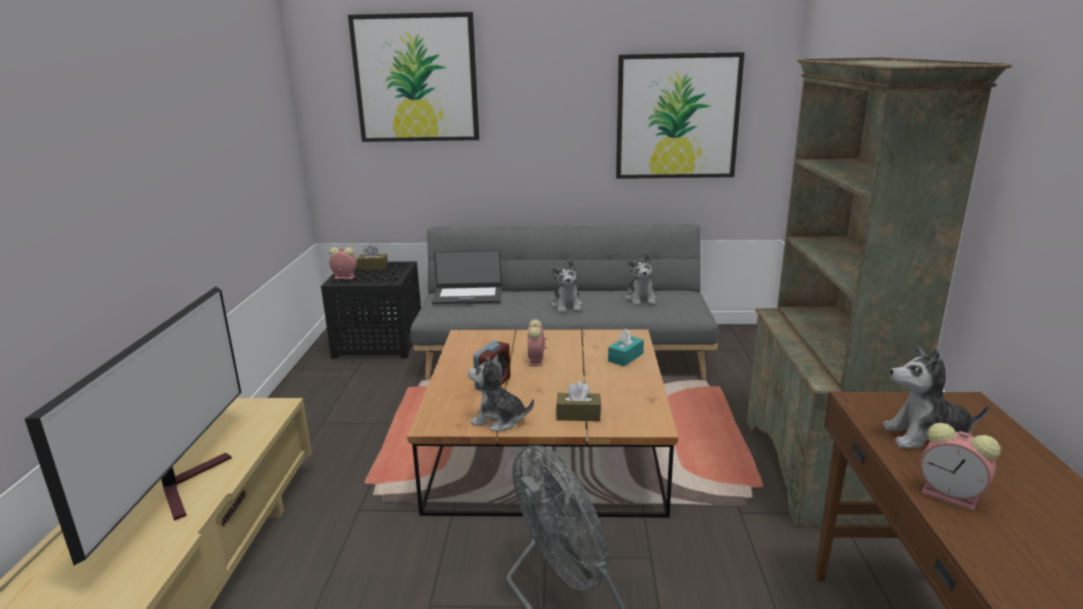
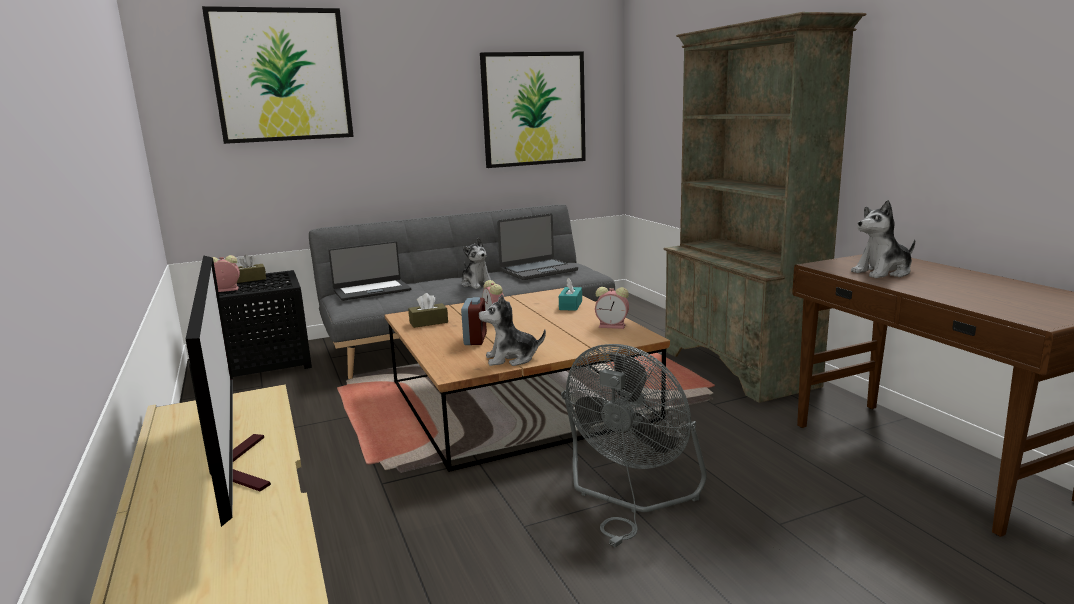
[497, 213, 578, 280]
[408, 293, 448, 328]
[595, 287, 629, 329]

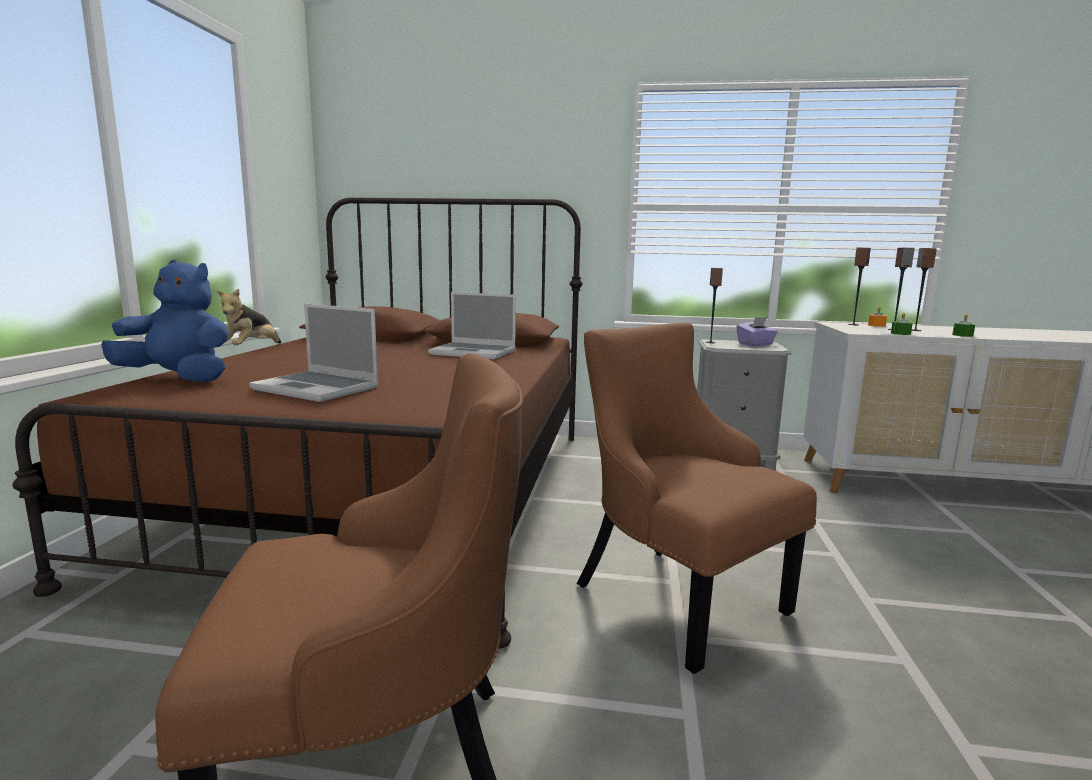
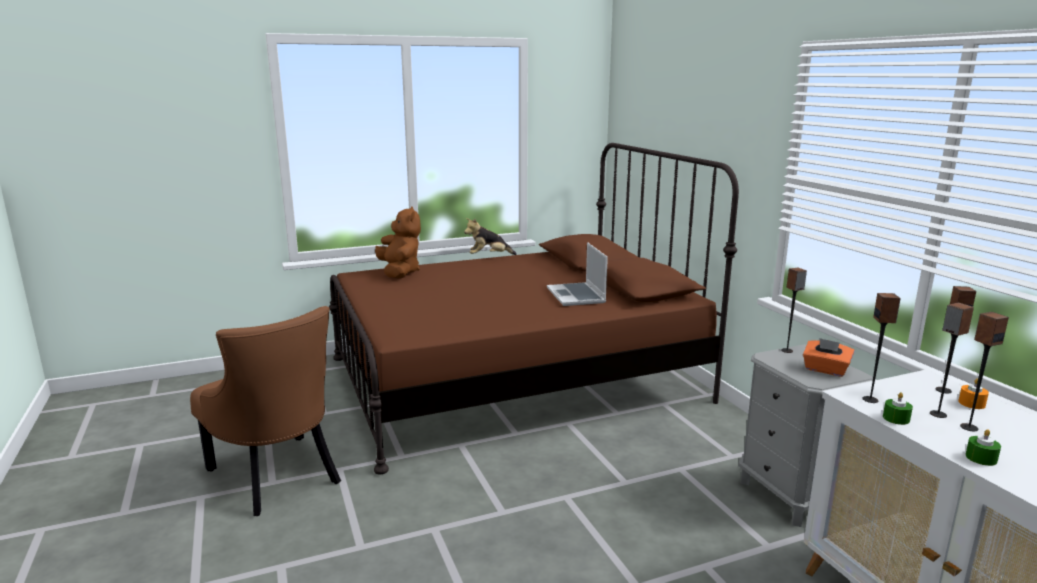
[375, 206, 421, 279]
[249, 303, 379, 402] (first image)
[803, 338, 855, 377]
[577, 323, 817, 674] (first image)
[863, 293, 901, 403]

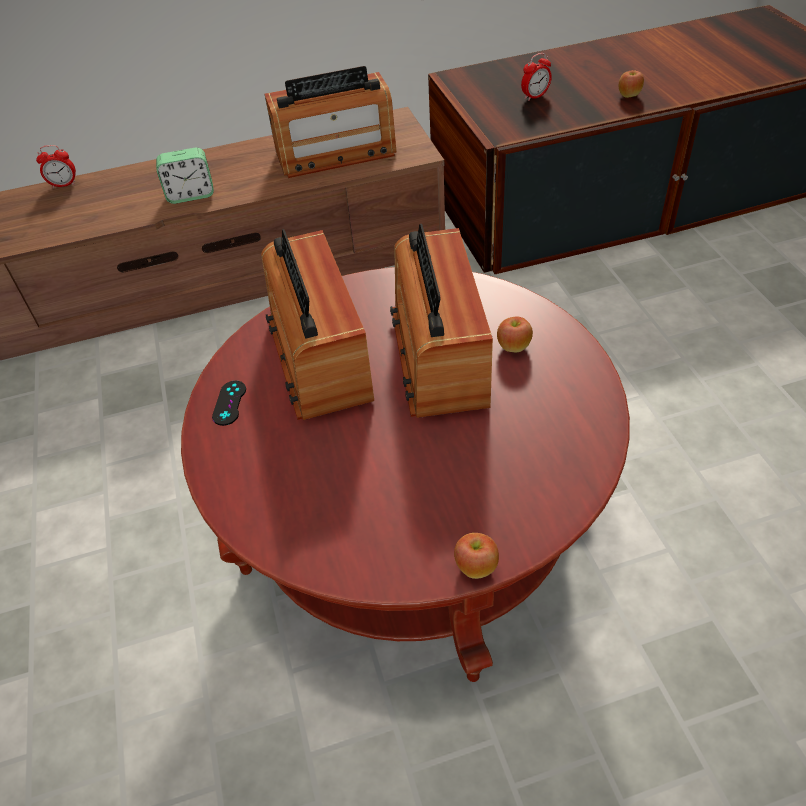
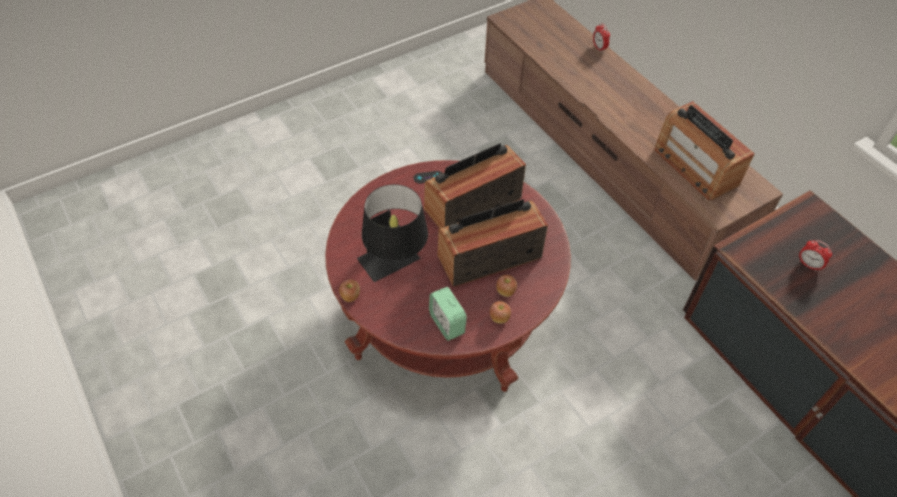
[490, 301, 511, 323]
[429, 287, 467, 341]
[357, 184, 428, 282]

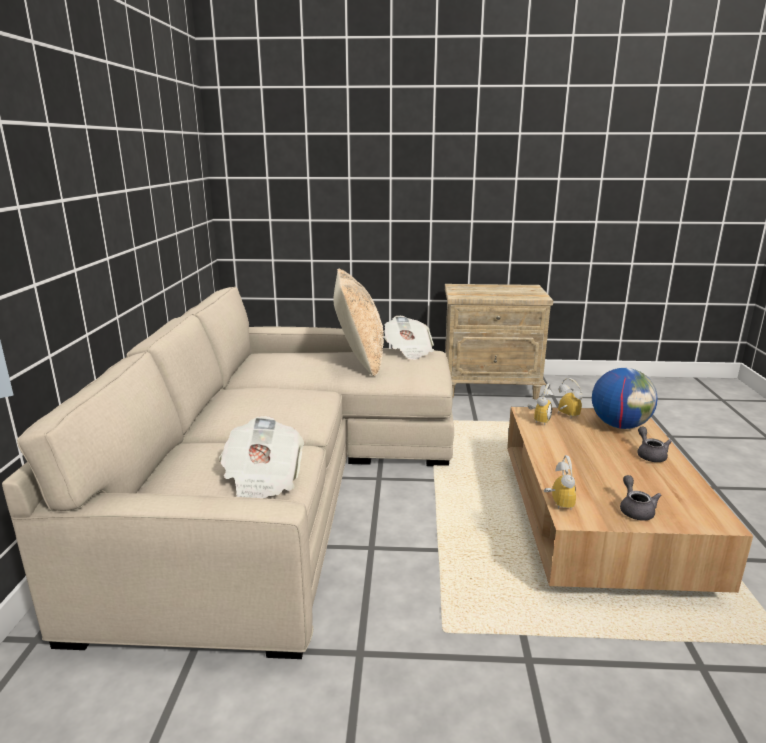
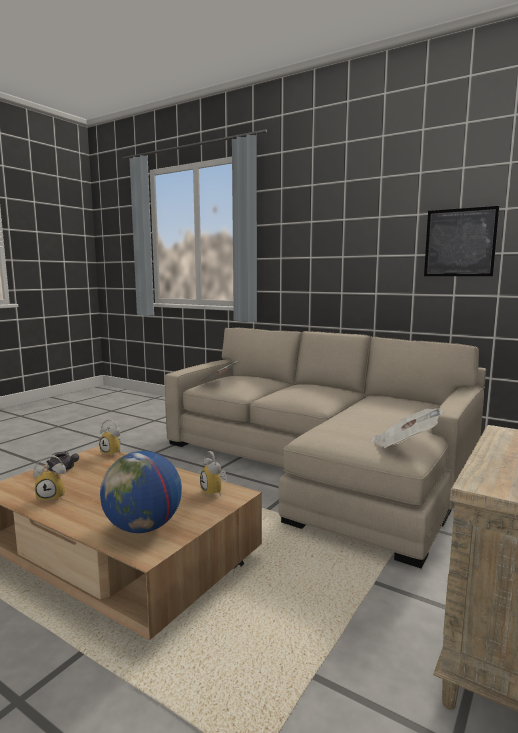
[333, 269, 384, 377] (first image)
[33, 455, 66, 502]
[637, 427, 672, 462] (first image)
[424, 206, 499, 276]

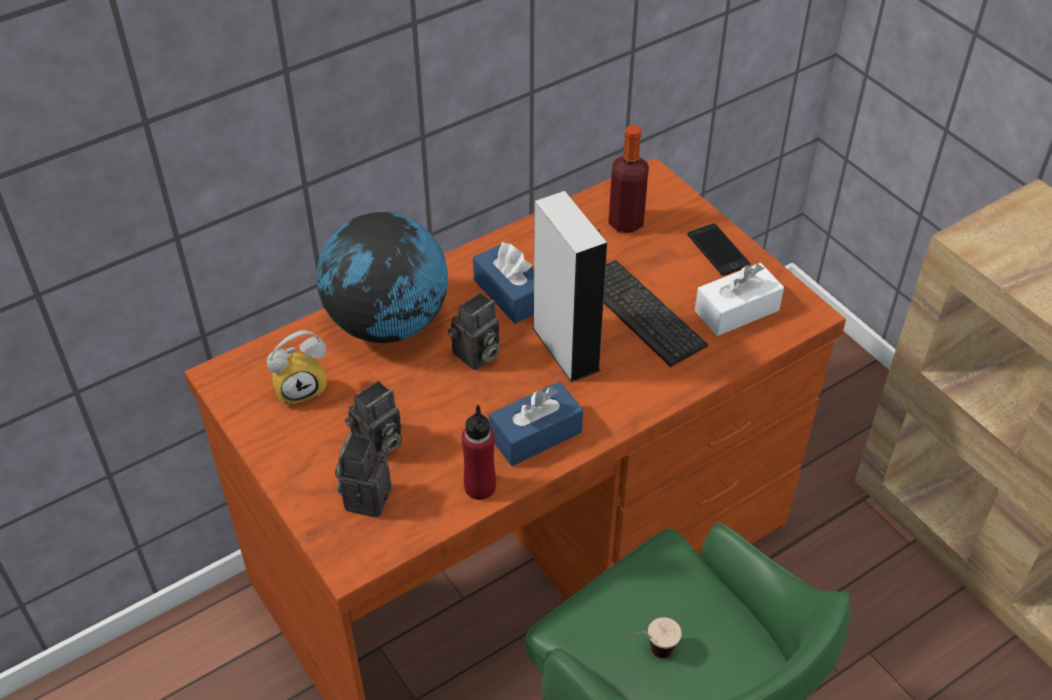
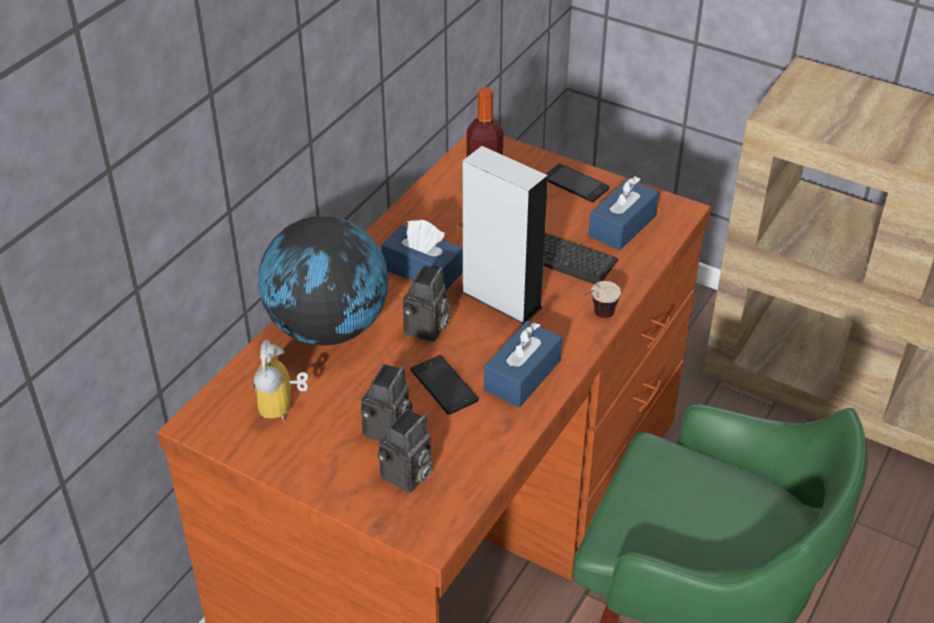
[589, 176, 659, 250]
[254, 340, 308, 422]
[462, 405, 496, 500] (first image)
[377, 409, 433, 493]
[583, 281, 621, 318]
[411, 355, 479, 415]

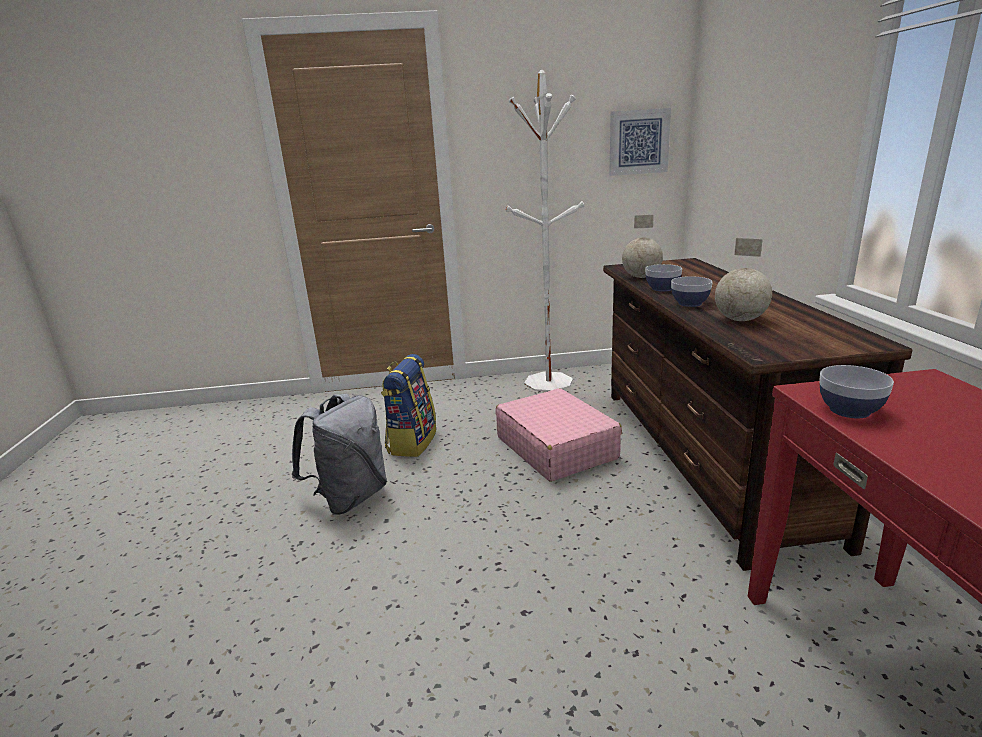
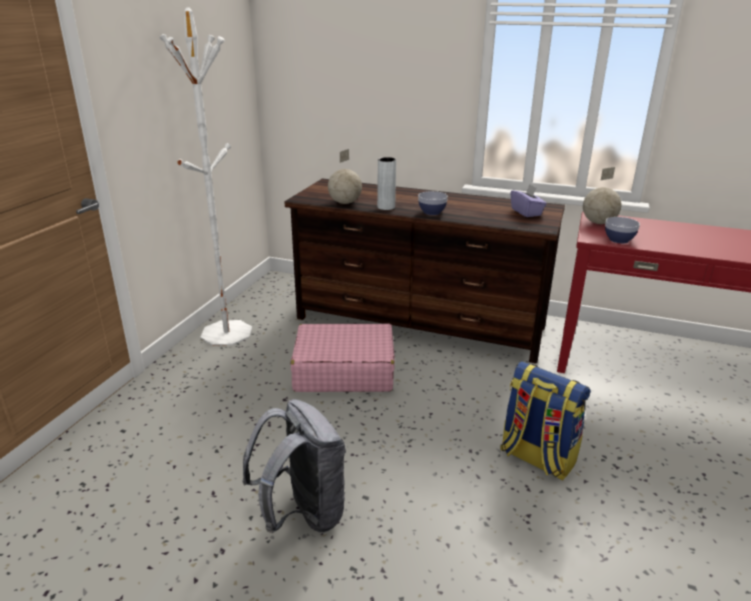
[609, 108, 671, 176] (first image)
[583, 167, 622, 224]
[377, 157, 396, 210]
[500, 361, 591, 481]
[510, 185, 547, 217]

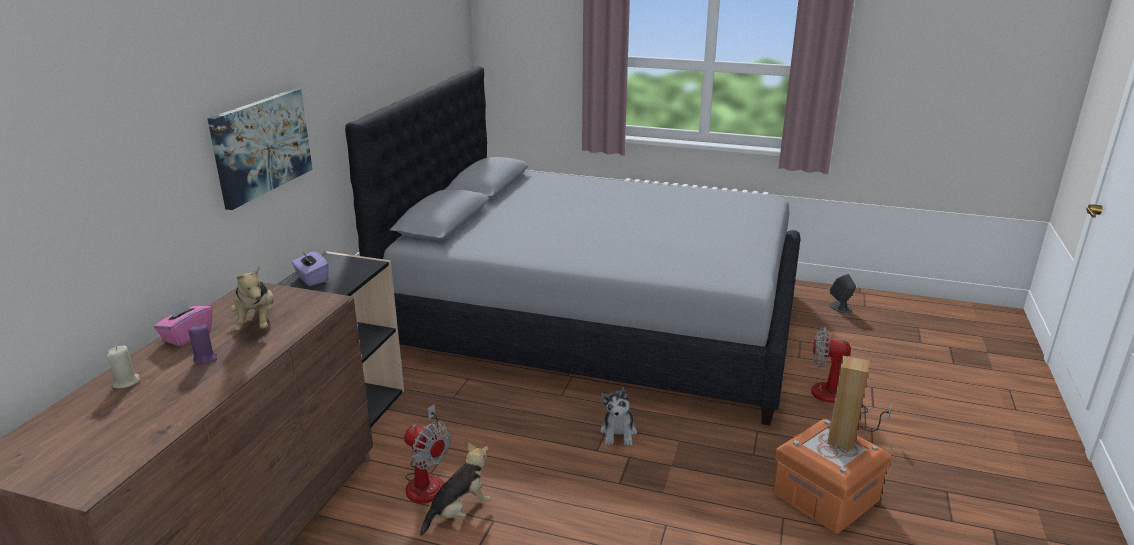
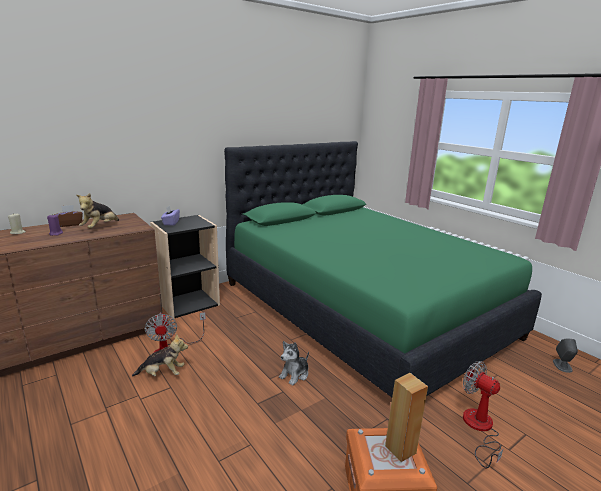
[224, 141, 542, 397]
[207, 89, 313, 210] (first image)
[54, 205, 83, 227]

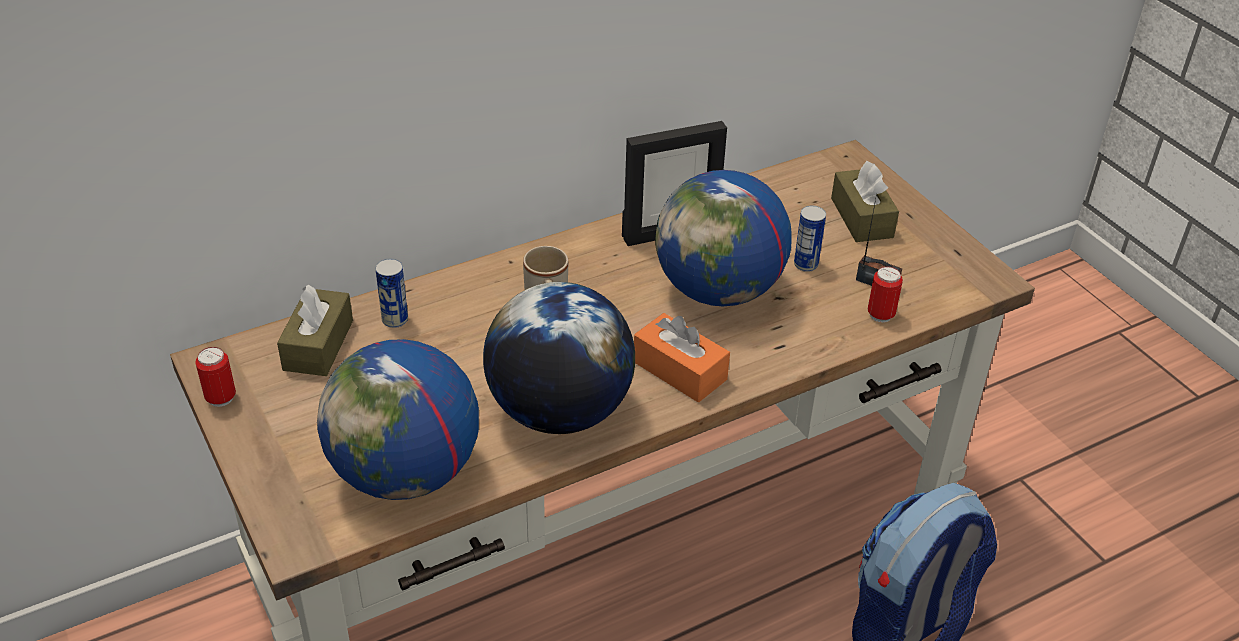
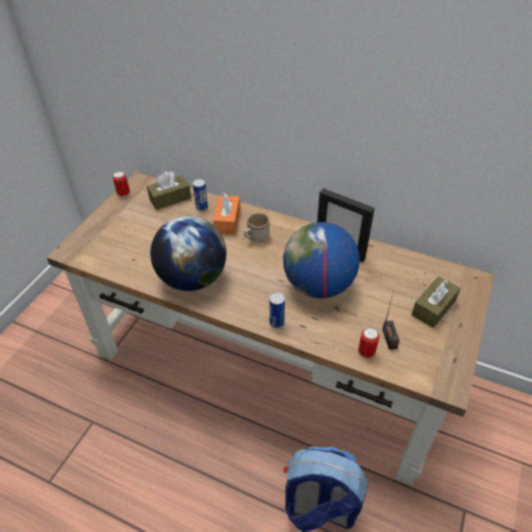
[269, 292, 285, 328]
[213, 193, 240, 235]
[317, 339, 479, 500] (first image)

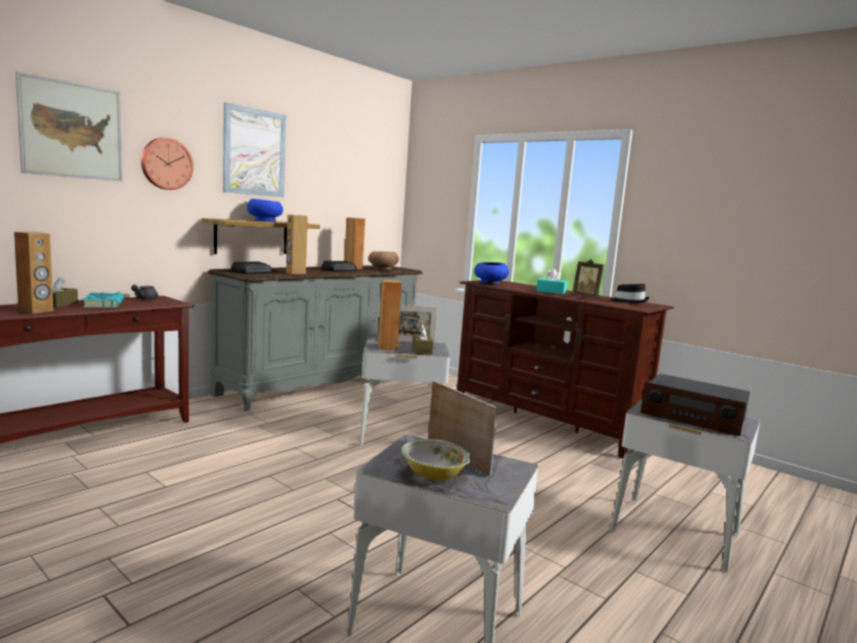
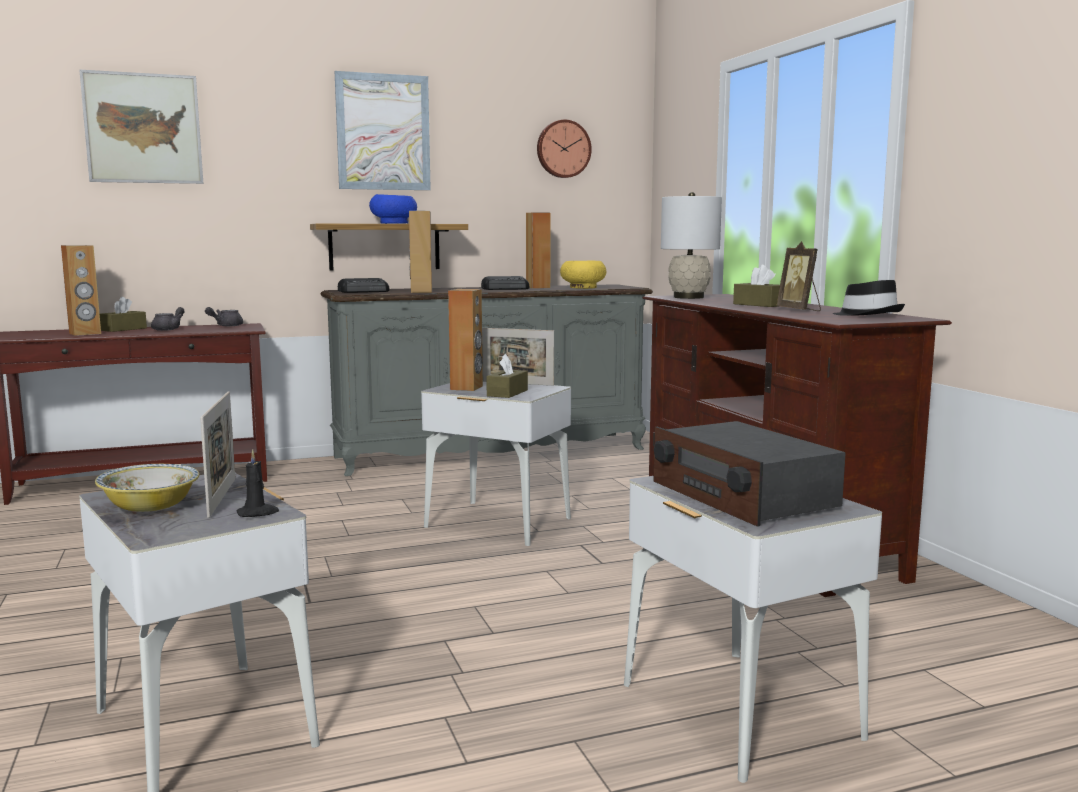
[537, 120, 592, 178]
[560, 260, 606, 289]
[661, 192, 722, 299]
[733, 265, 780, 307]
[151, 307, 185, 331]
[237, 450, 279, 517]

